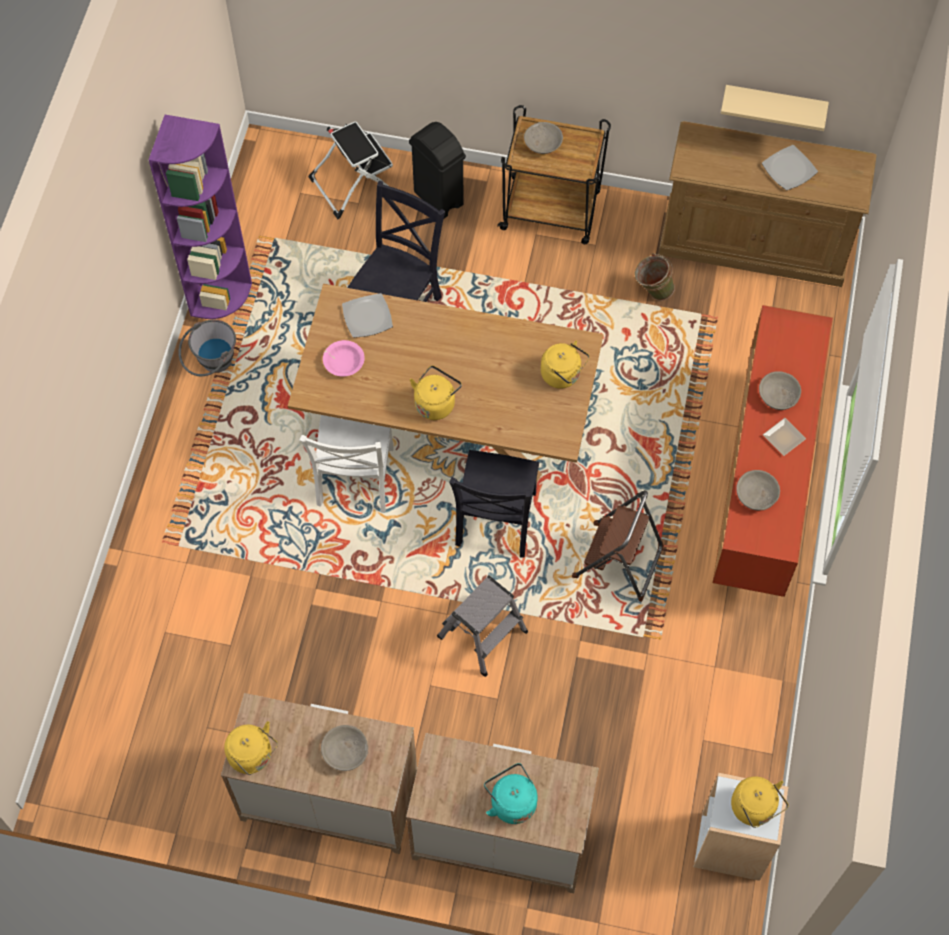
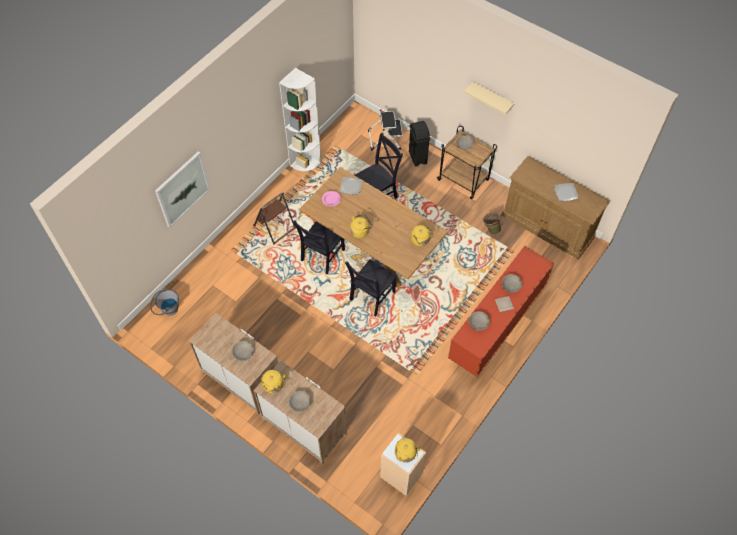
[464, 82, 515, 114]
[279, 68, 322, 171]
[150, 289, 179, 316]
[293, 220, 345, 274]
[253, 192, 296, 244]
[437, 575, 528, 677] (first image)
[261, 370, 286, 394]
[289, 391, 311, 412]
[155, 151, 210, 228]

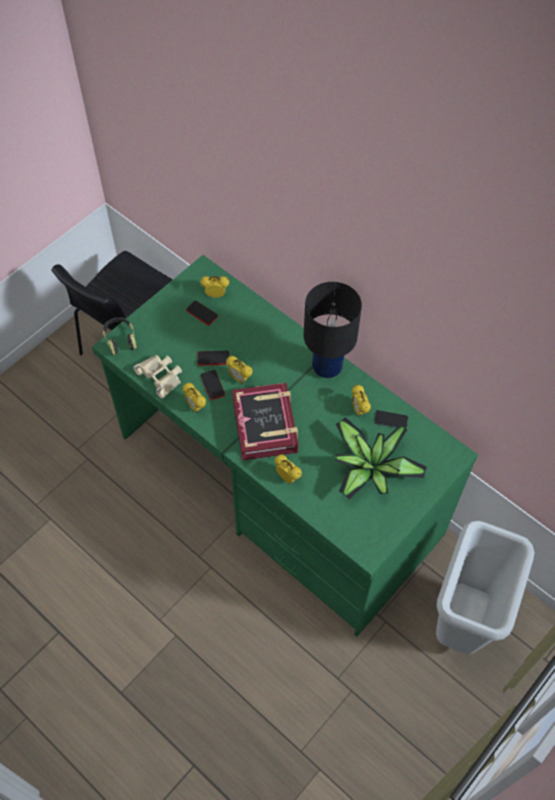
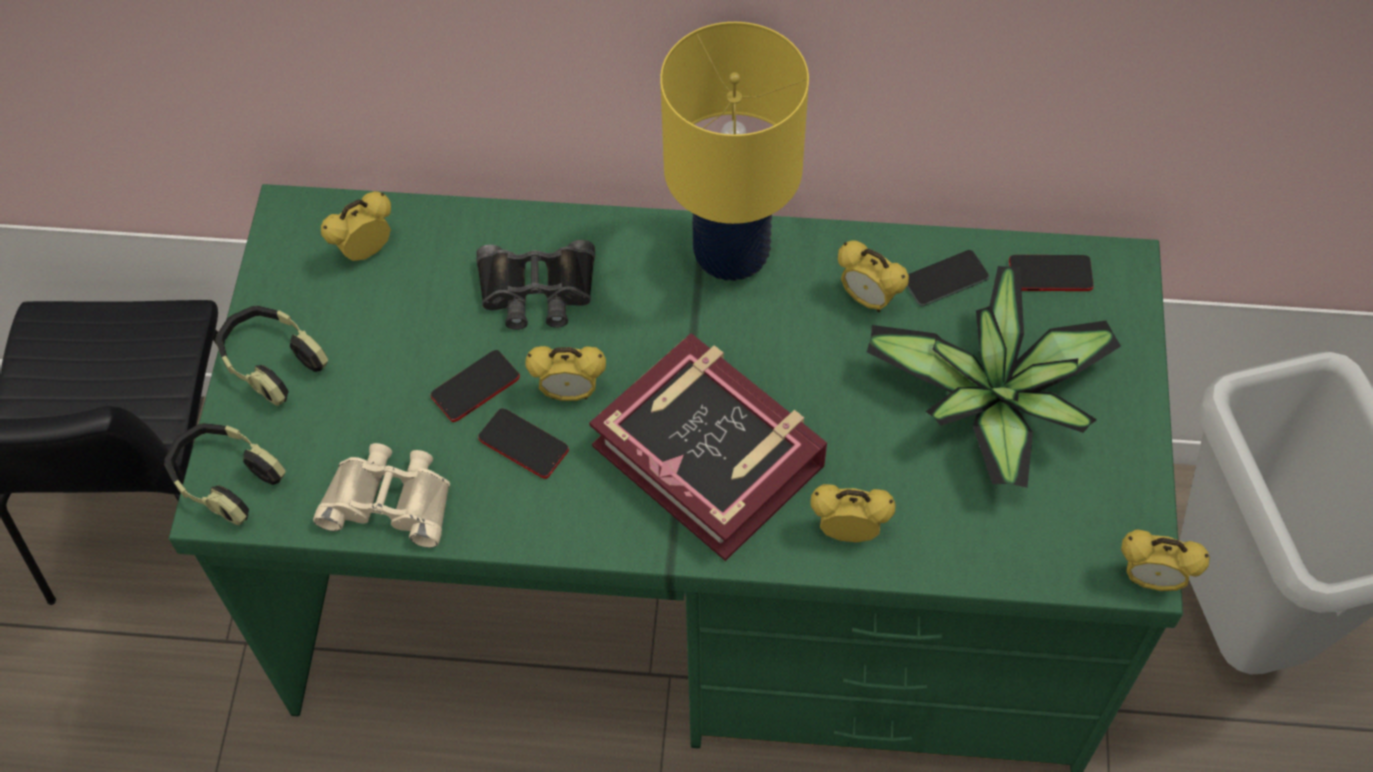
[660, 22, 809, 281]
[1009, 255, 1094, 291]
[1121, 529, 1210, 591]
[476, 240, 595, 330]
[215, 306, 328, 406]

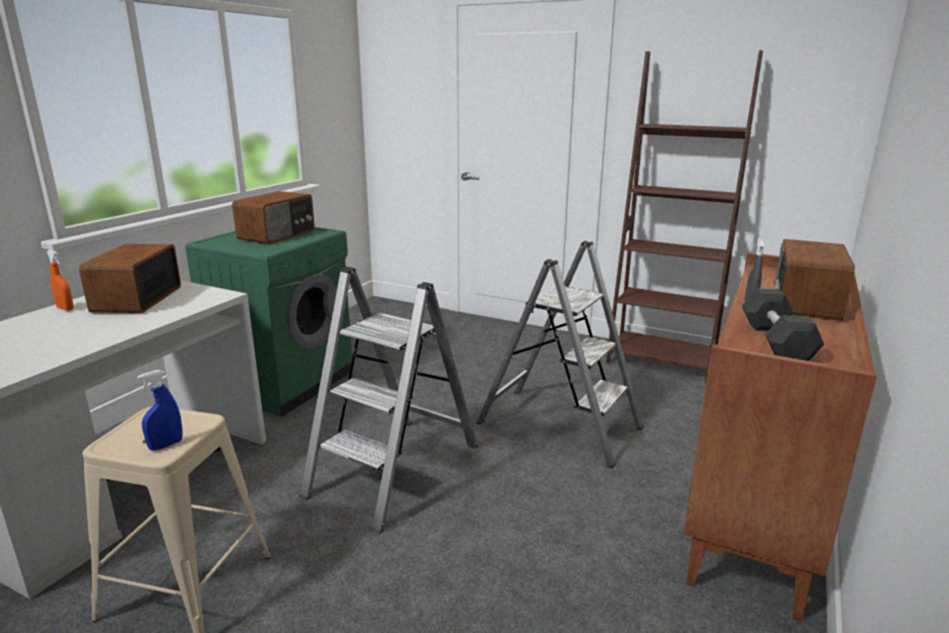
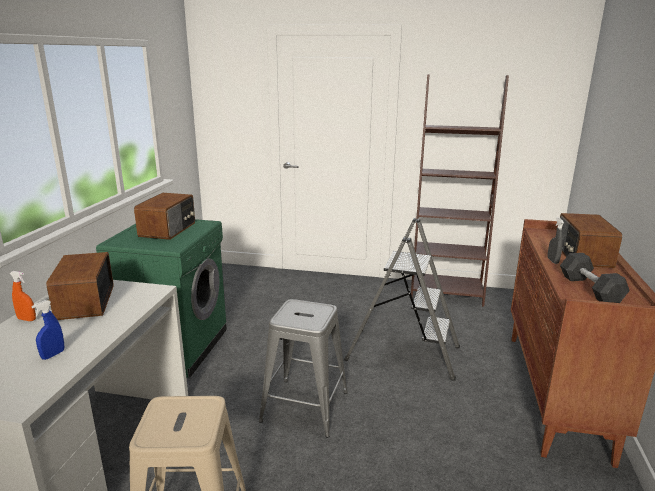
[259, 299, 348, 437]
[32, 300, 64, 360]

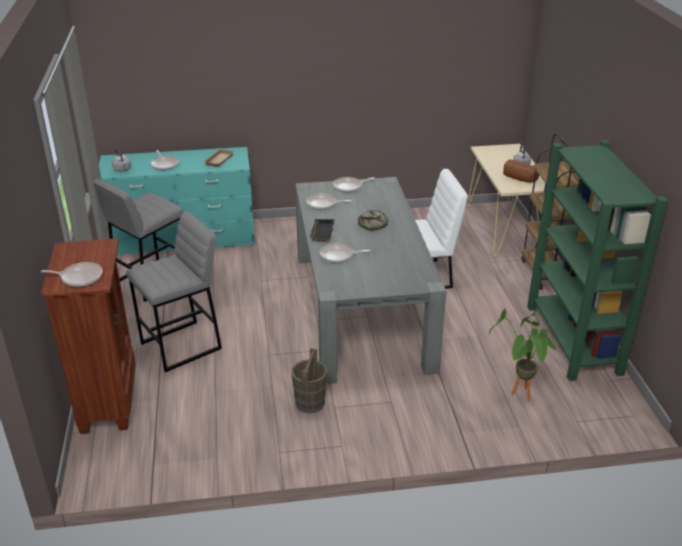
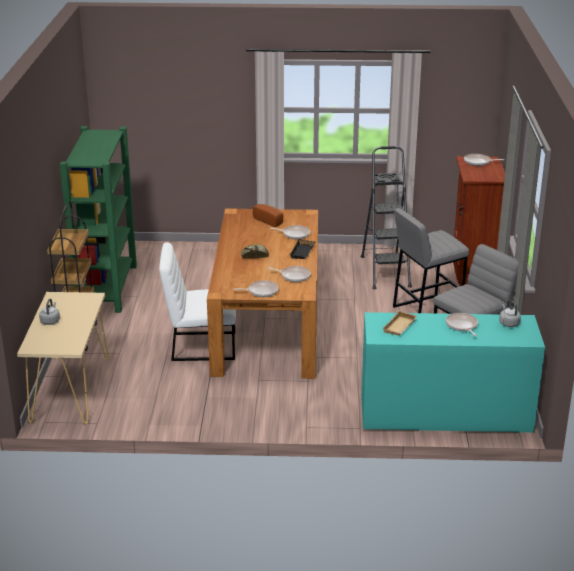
[253, 204, 283, 227]
[207, 208, 318, 379]
[488, 308, 557, 401] (first image)
[291, 348, 327, 413] (first image)
[360, 146, 412, 290]

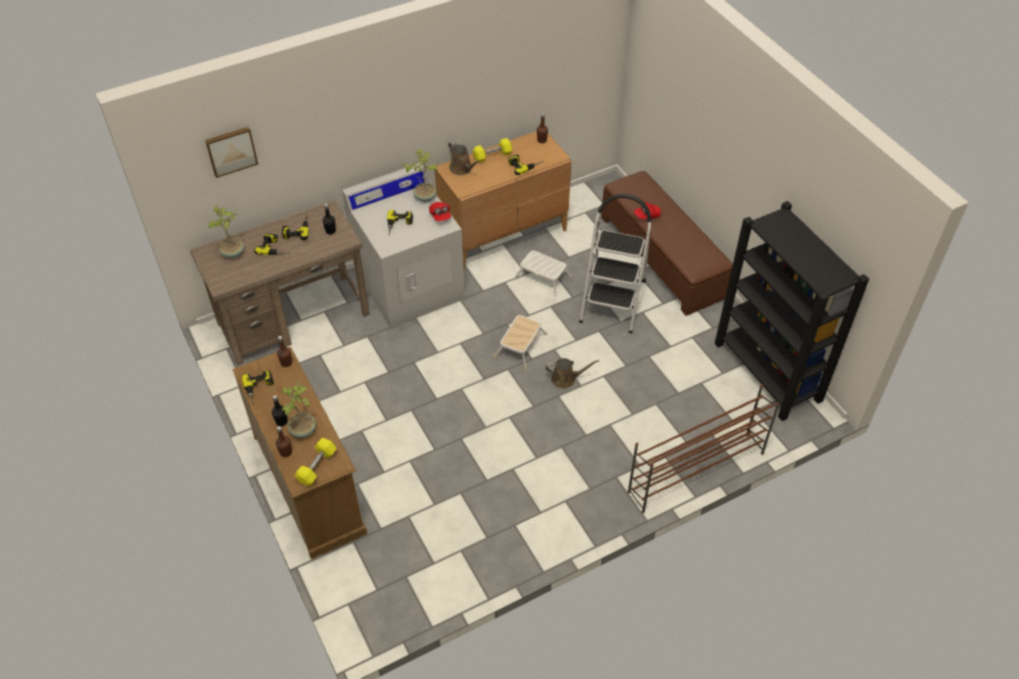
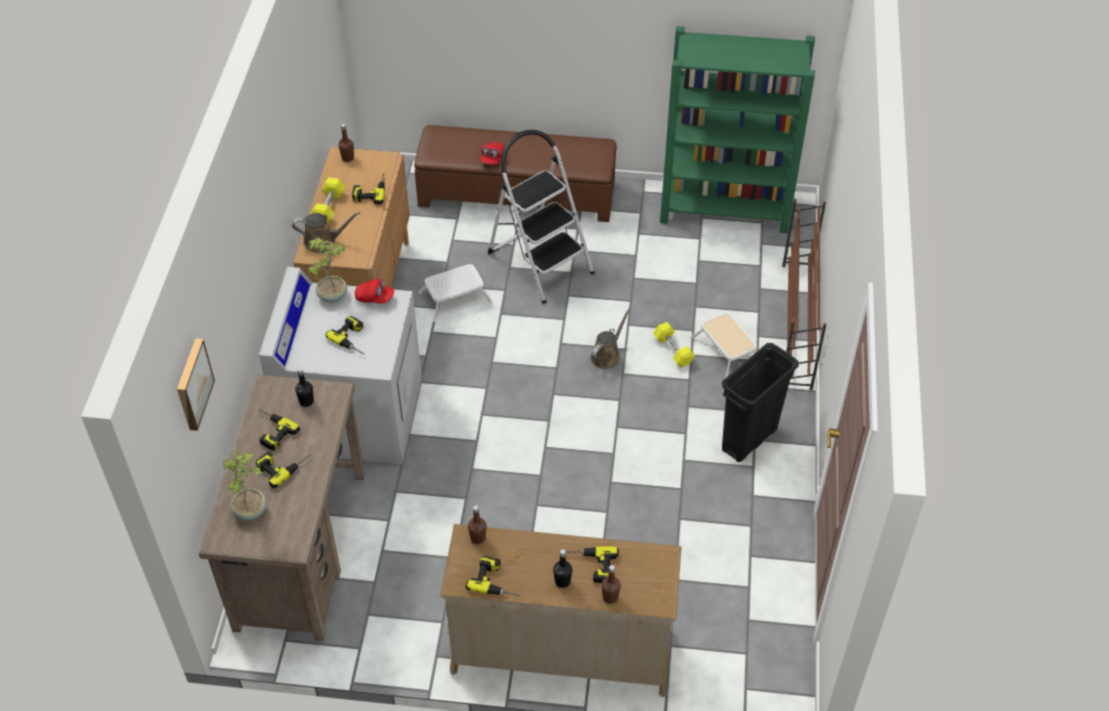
[660, 26, 815, 233]
[690, 312, 757, 378]
[566, 546, 619, 583]
[653, 322, 695, 367]
[722, 343, 799, 462]

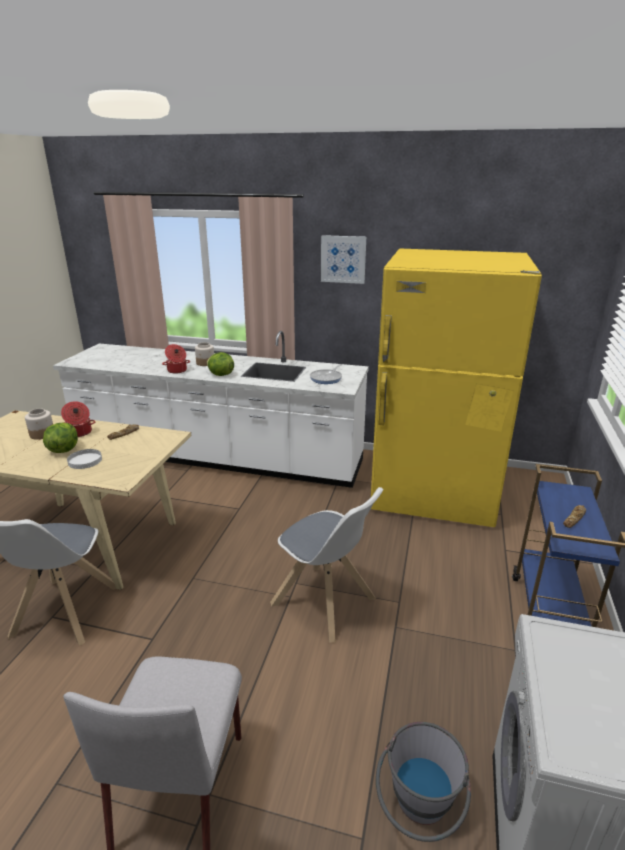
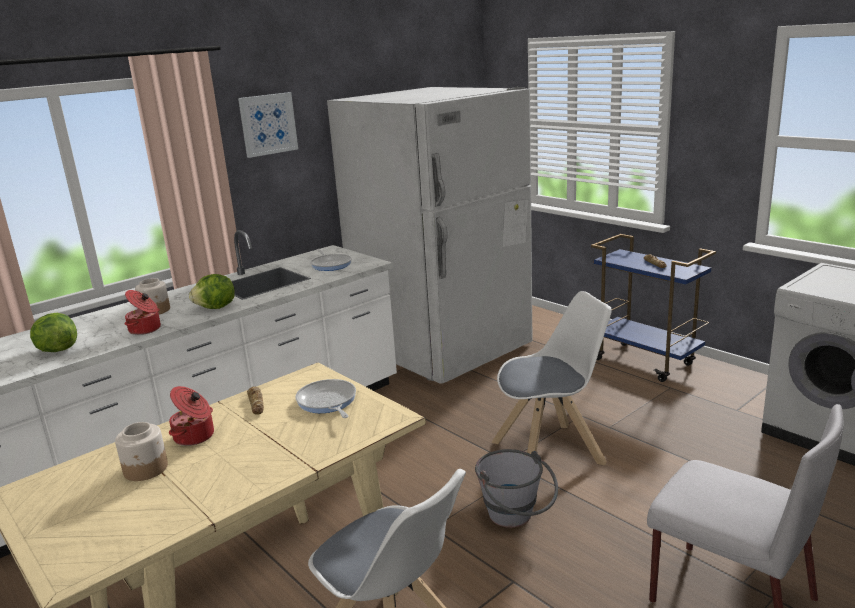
[327, 87, 533, 384]
[30, 313, 77, 352]
[67, 449, 102, 469] (first image)
[475, 449, 558, 528]
[296, 379, 356, 418]

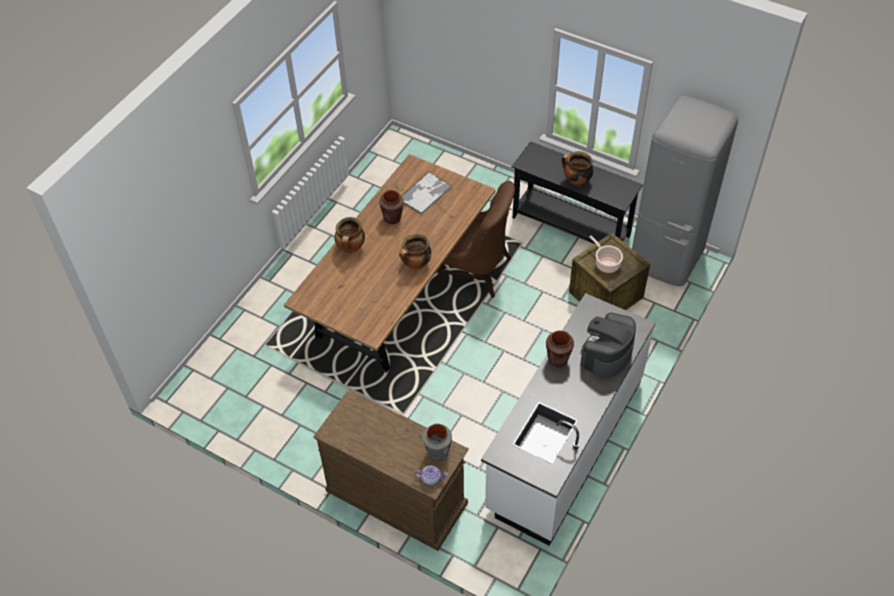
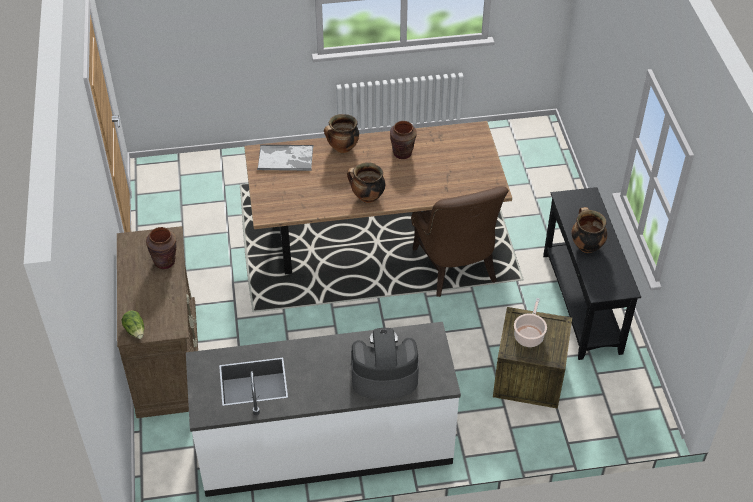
[632, 96, 738, 286] (first image)
[257, 145, 314, 171]
[146, 227, 177, 269]
[423, 423, 452, 461] (first image)
[122, 310, 144, 339]

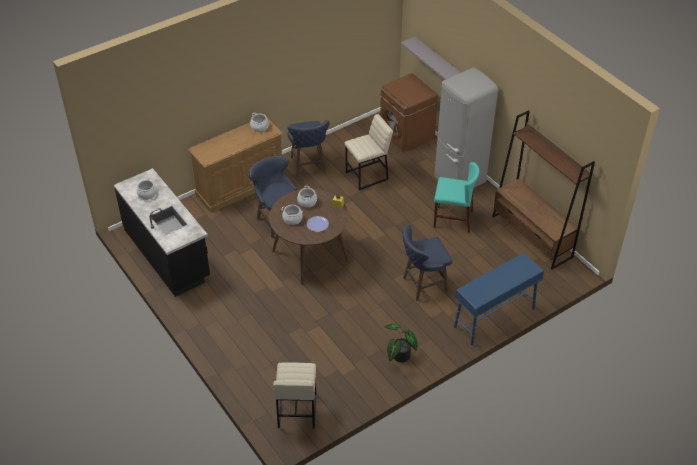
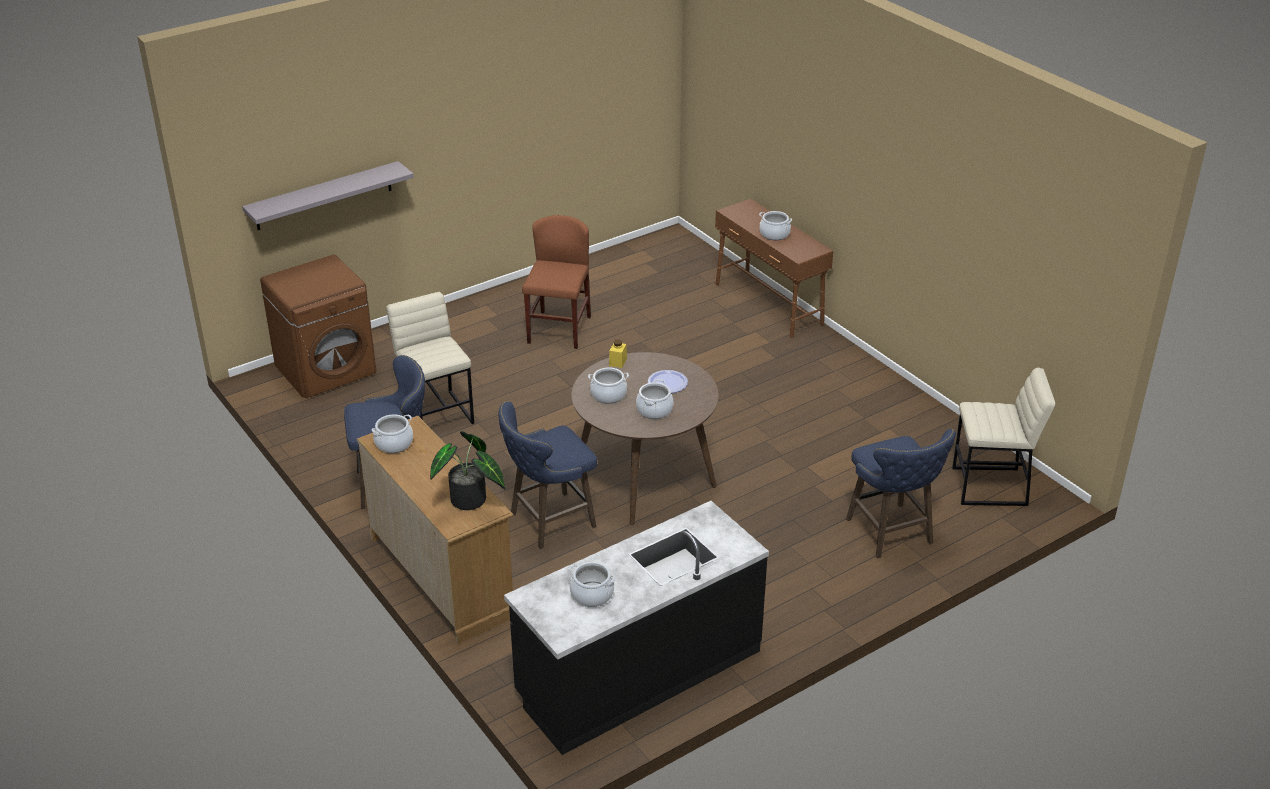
[435, 68, 498, 187] (first image)
[492, 110, 595, 270] (first image)
[522, 215, 591, 349]
[846, 429, 956, 559]
[715, 199, 833, 338]
[430, 431, 505, 510]
[759, 211, 792, 240]

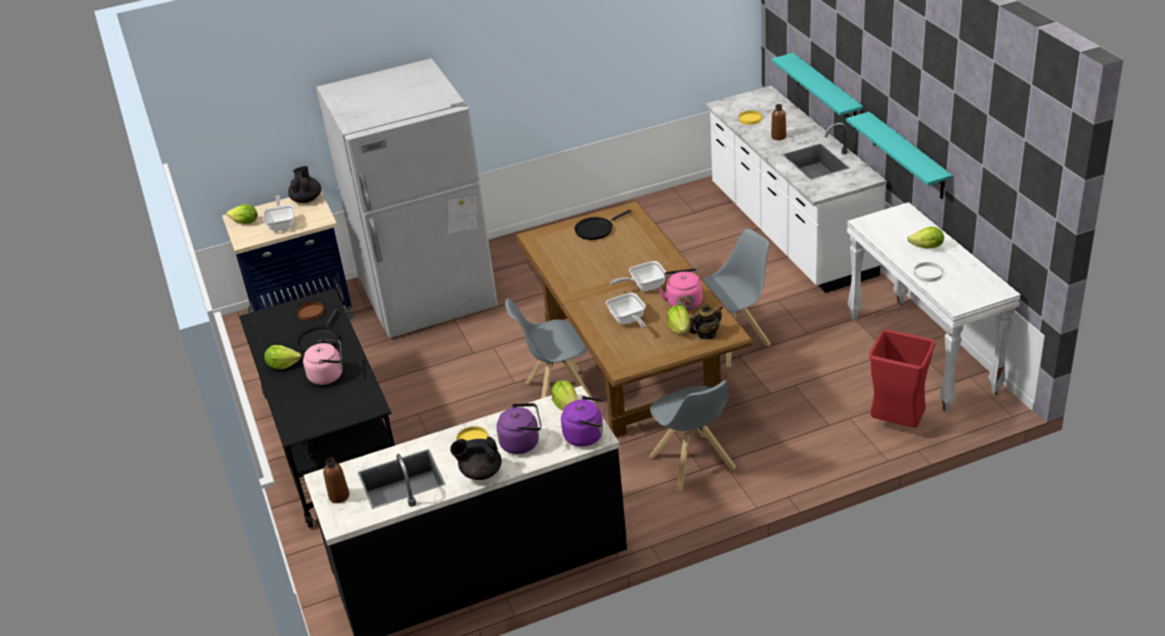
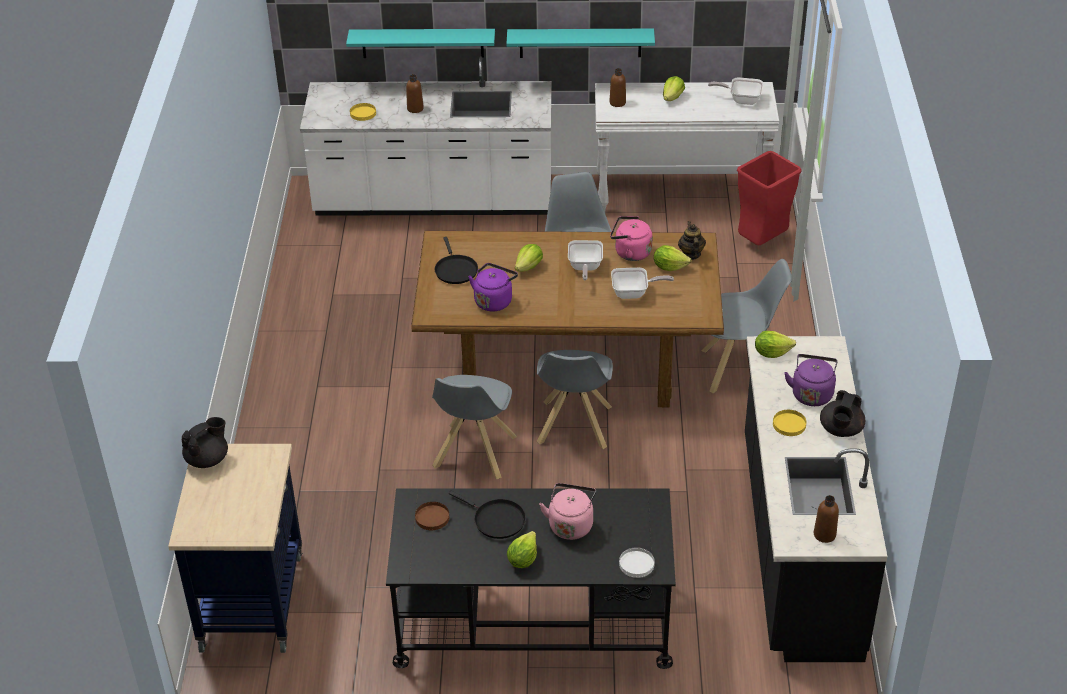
[316, 58, 498, 337] (first image)
[182, 417, 228, 468]
[708, 77, 763, 105]
[515, 244, 543, 272]
[619, 547, 655, 578]
[468, 263, 518, 312]
[610, 68, 626, 107]
[432, 375, 517, 479]

